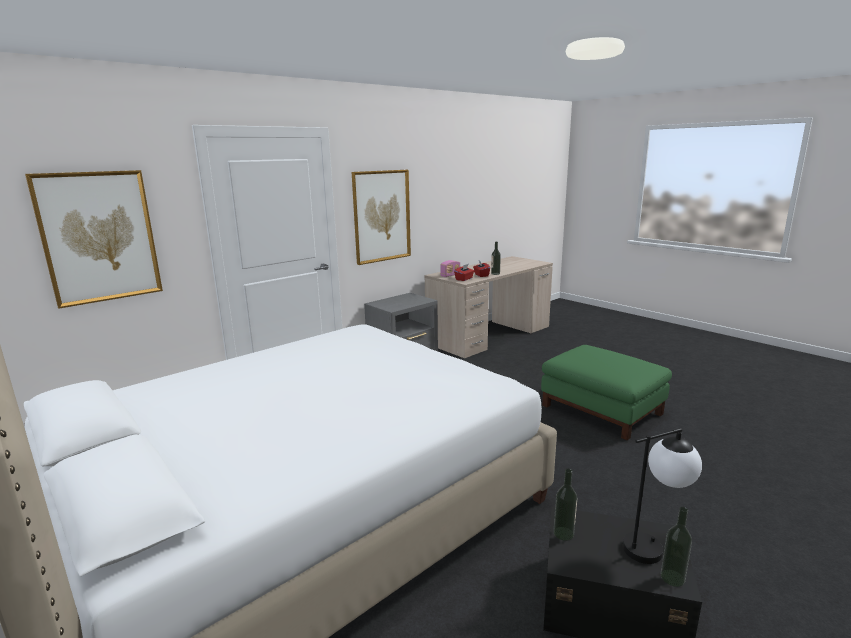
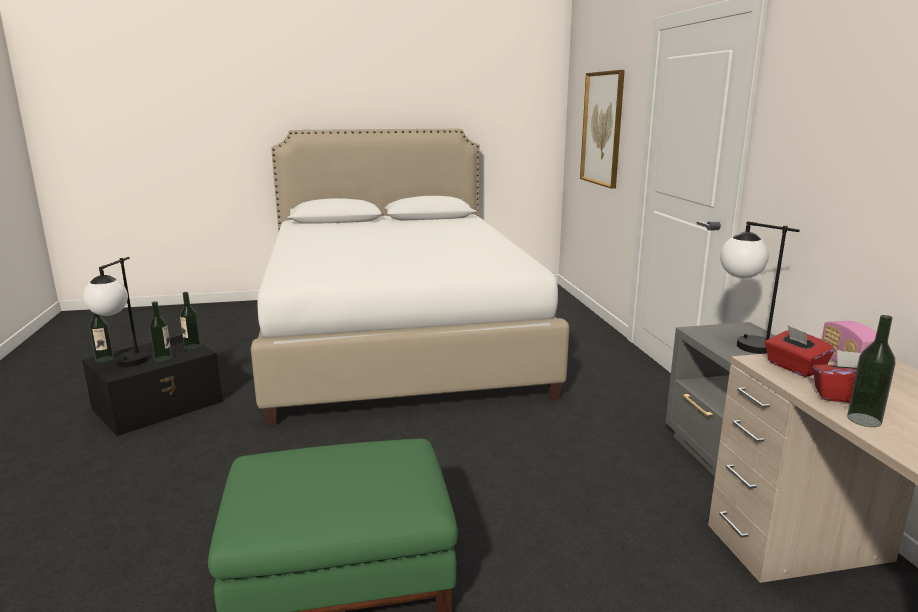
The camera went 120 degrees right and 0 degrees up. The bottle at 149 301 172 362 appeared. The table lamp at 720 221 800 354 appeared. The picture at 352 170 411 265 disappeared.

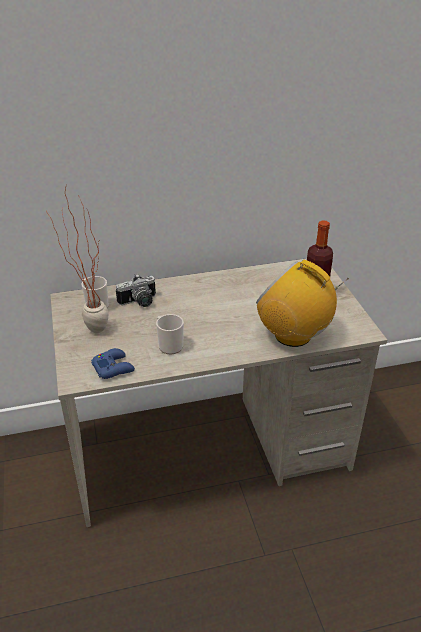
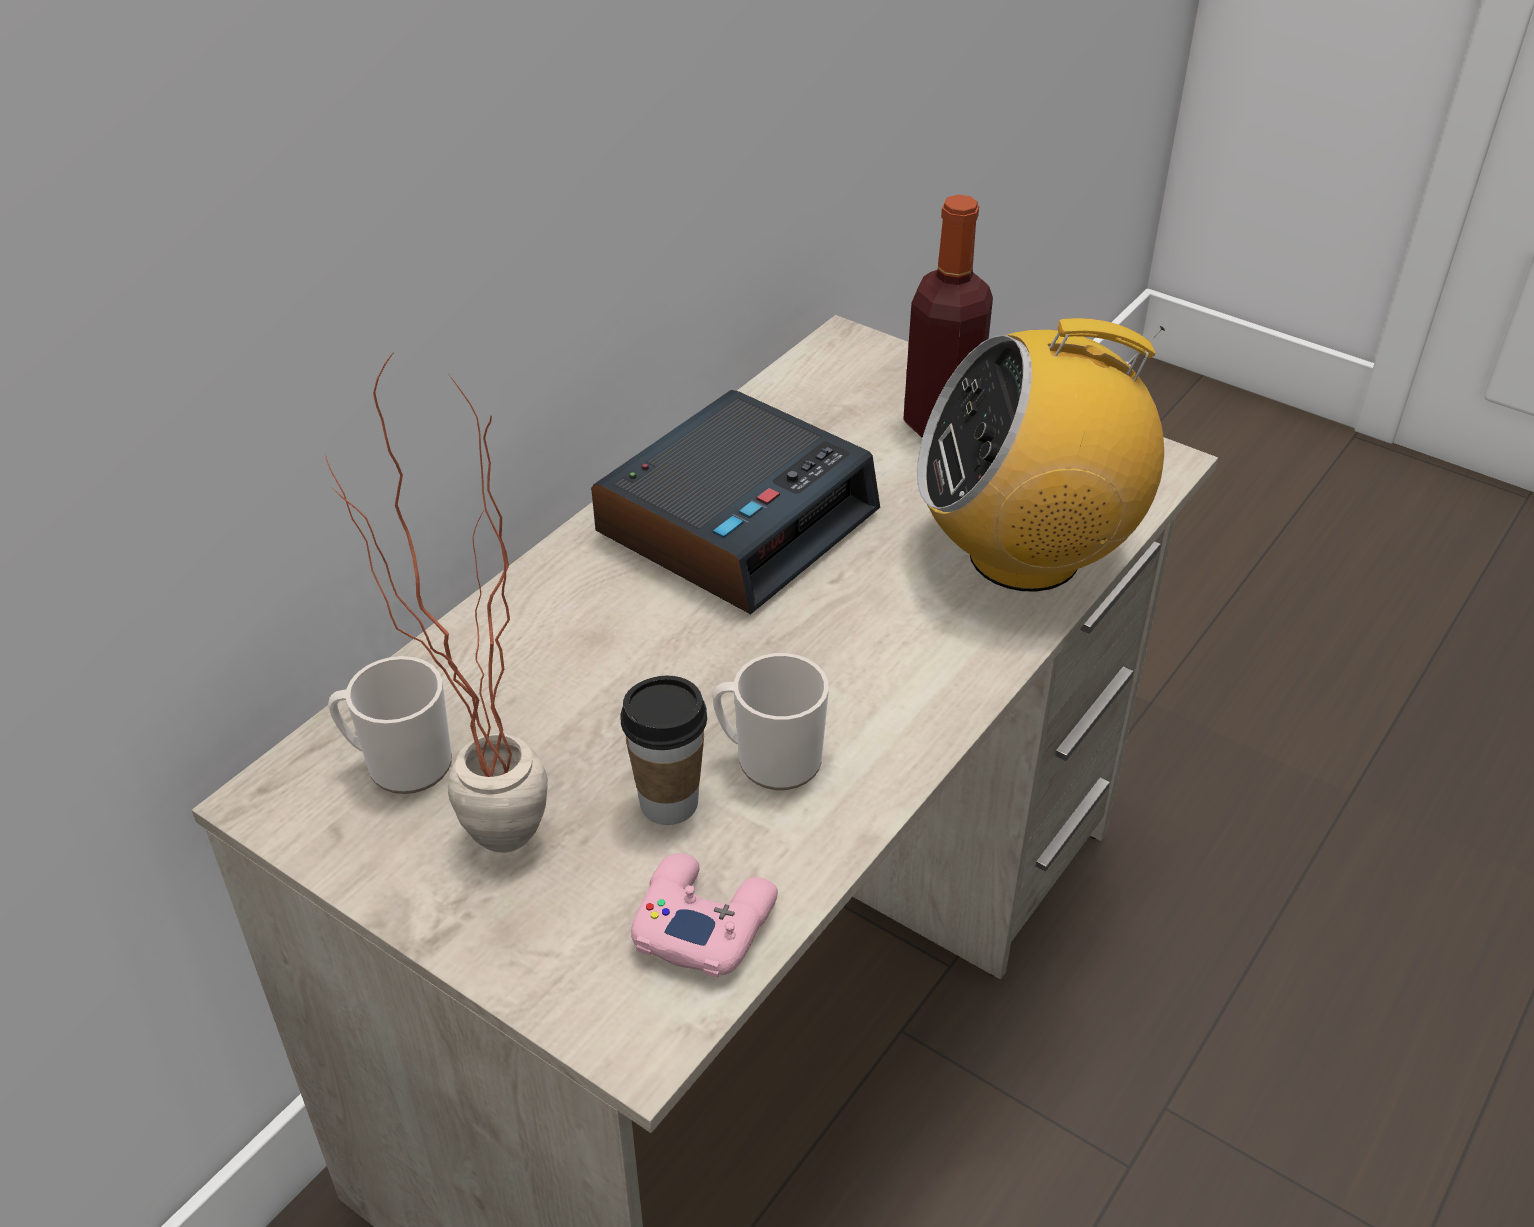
The camera went 40 degrees left and 5 degrees up. The alarm clock at 591 390 880 614 appeared. The cup at 621 676 707 825 appeared. The blue game controller at 91 348 135 379 became the pink game controller at 631 853 778 978. The photo camera at 116 274 156 307 disappeared.

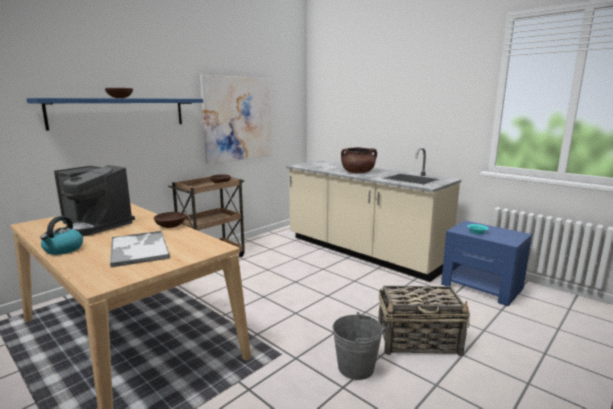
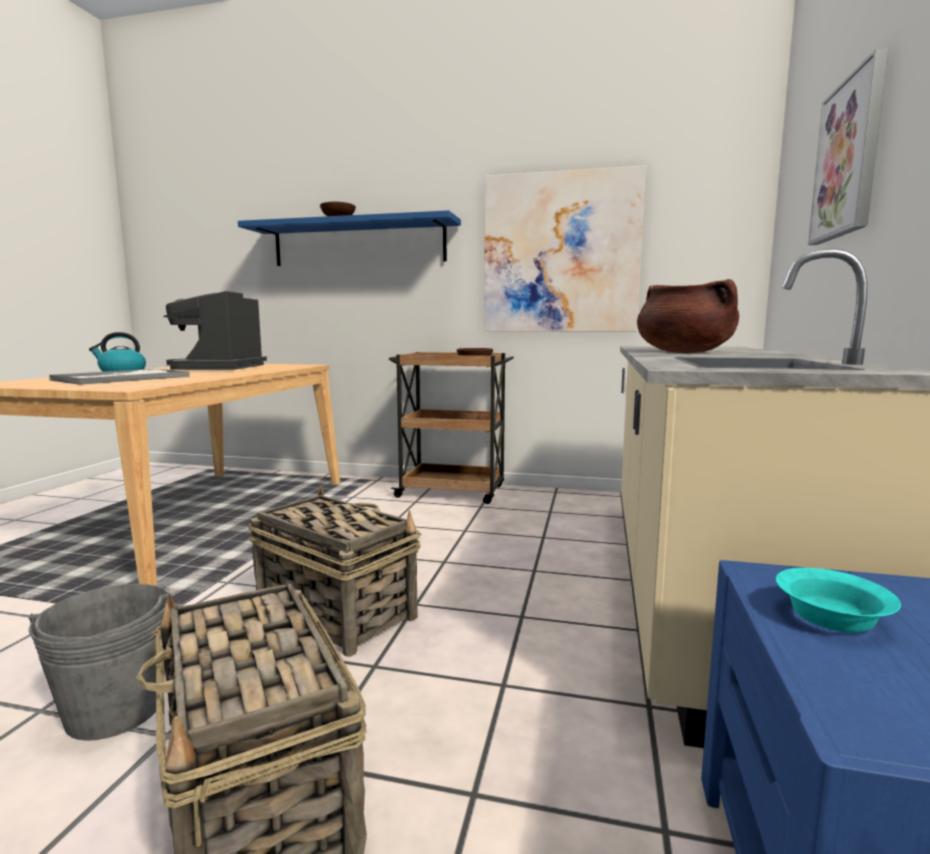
The camera went 60 degrees right and 5 degrees down. The basket at 248 485 421 657 appeared. The picture at 808 48 888 245 appeared. The brown bowl at 154 212 186 228 disappeared.

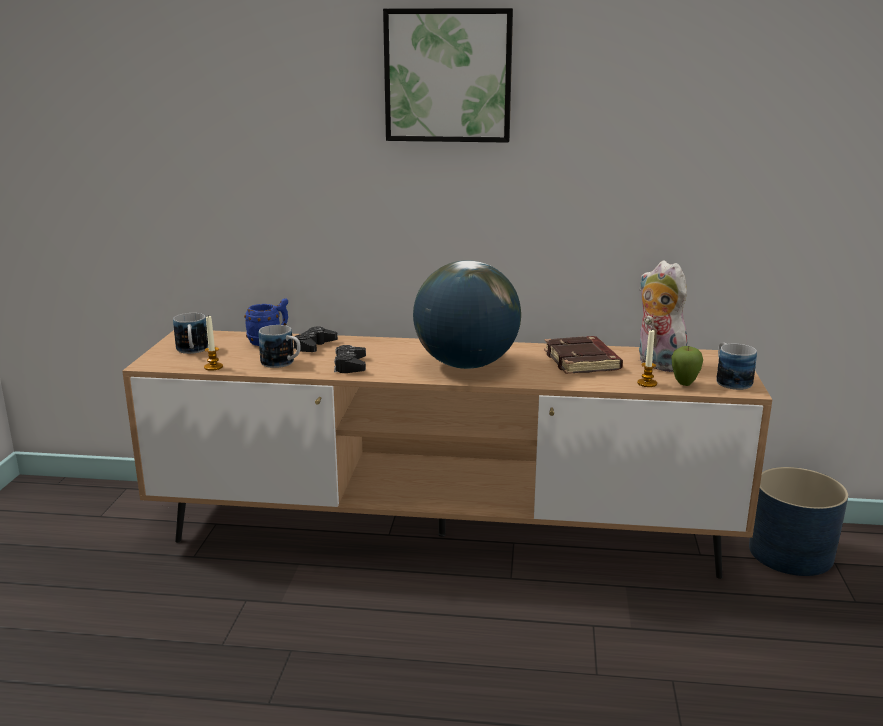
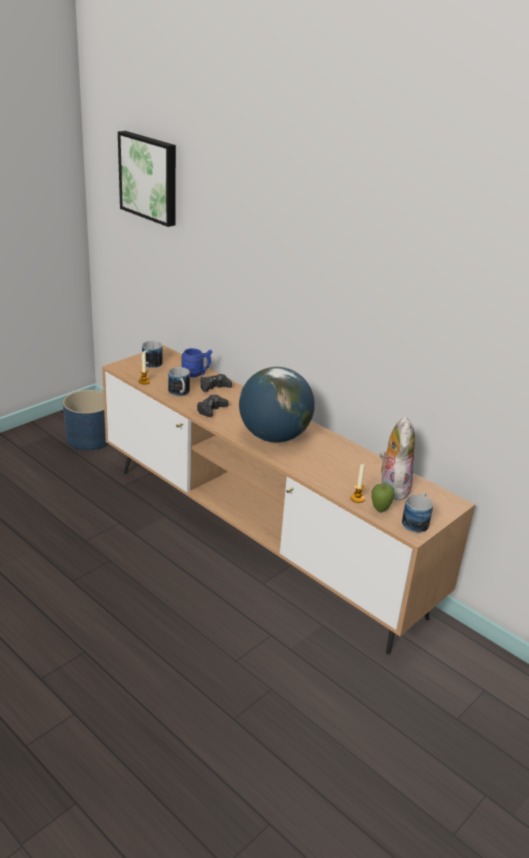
The camera went 35 degrees right and 10 degrees up. The blue planter moved from 749 467 848 576 to 63 390 109 450. The picture moved from 383 8 513 143 to 118 131 176 227. The brown book at 544 336 623 374 disappeared.

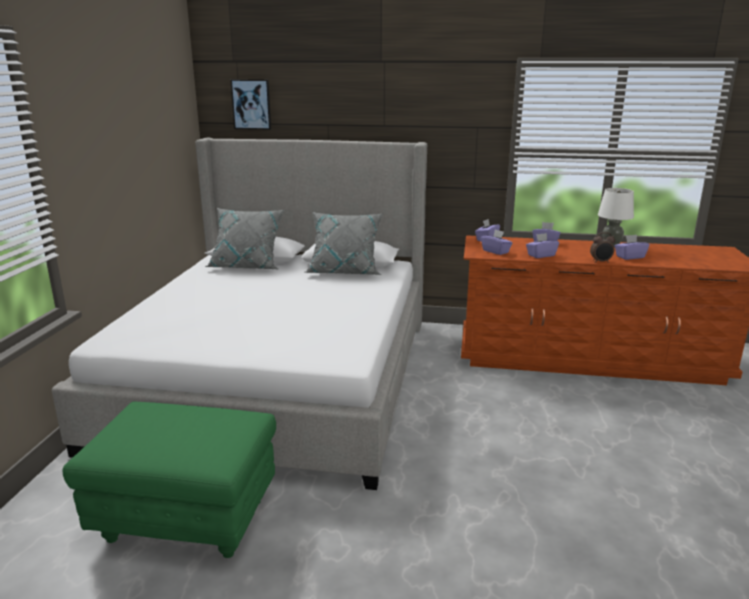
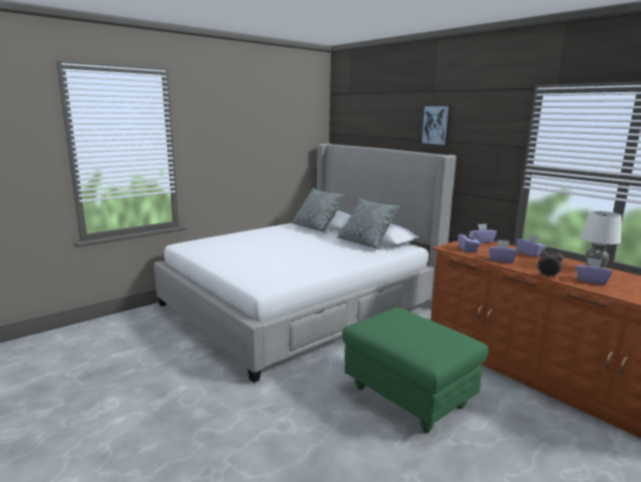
The camera went 40 degrees right and 5 degrees down. The green ottoman moved from 62 402 276 558 to 342 307 488 433. The picture moved from 230 79 271 130 to 420 105 451 146.

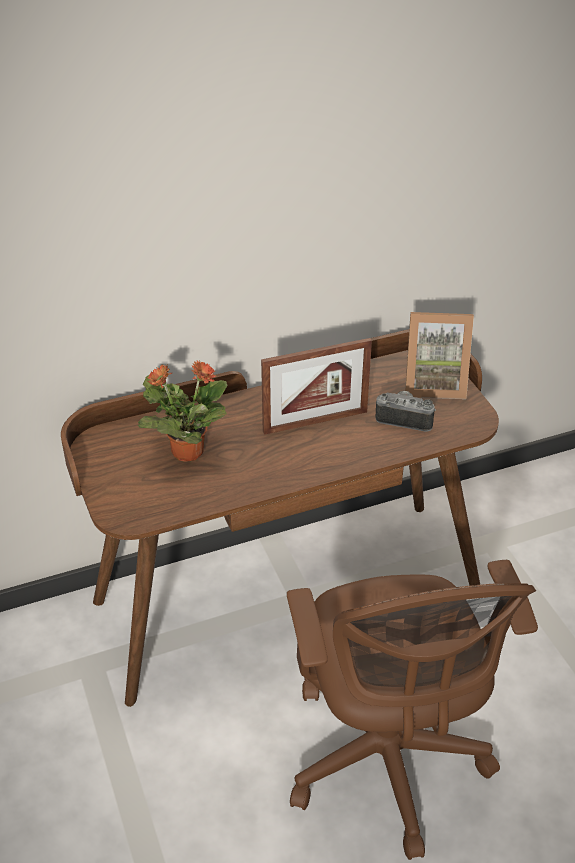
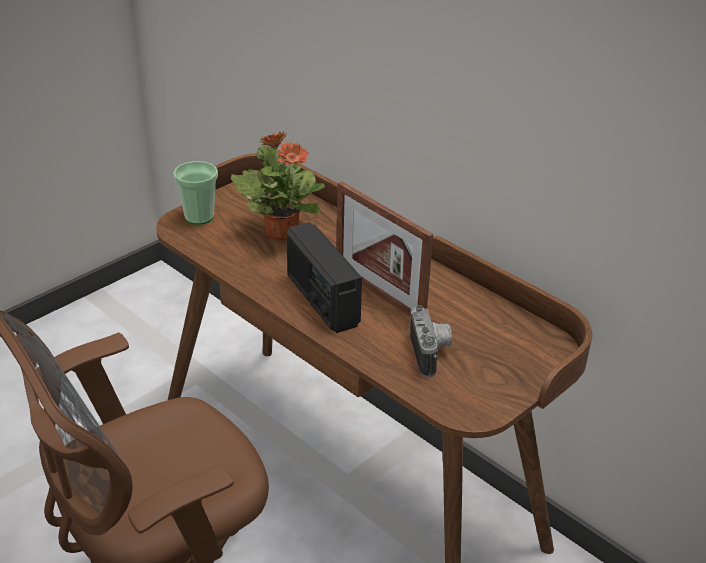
The camera went 65 degrees right and 5 degrees down. The cup at 173 161 218 225 appeared. The radio at 287 222 362 333 appeared. The picture frame at 405 312 474 399 disappeared.

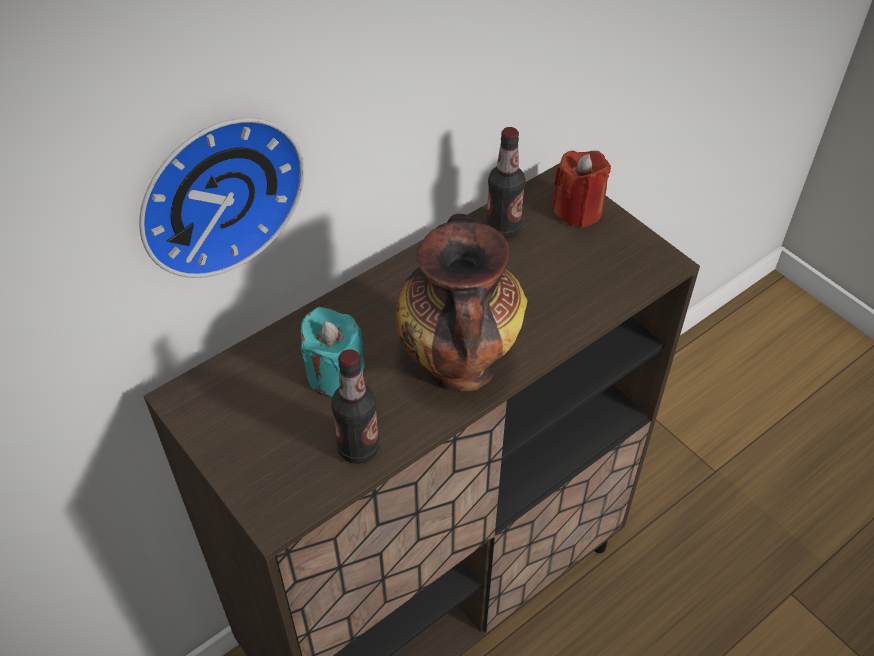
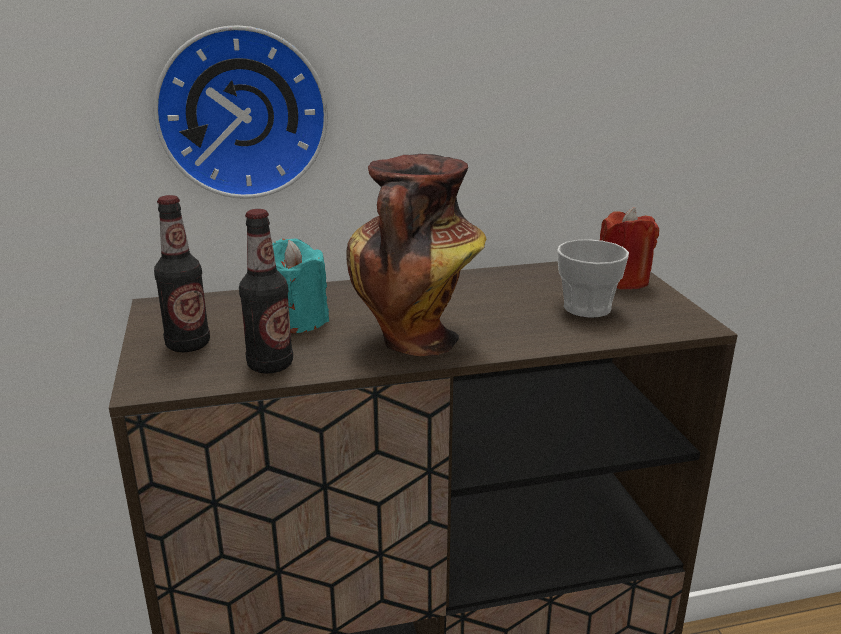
The camera went 25 degrees right and 25 degrees down. The bottle moved from 486 127 526 239 to 154 195 210 352. The cup at 557 239 629 318 appeared.

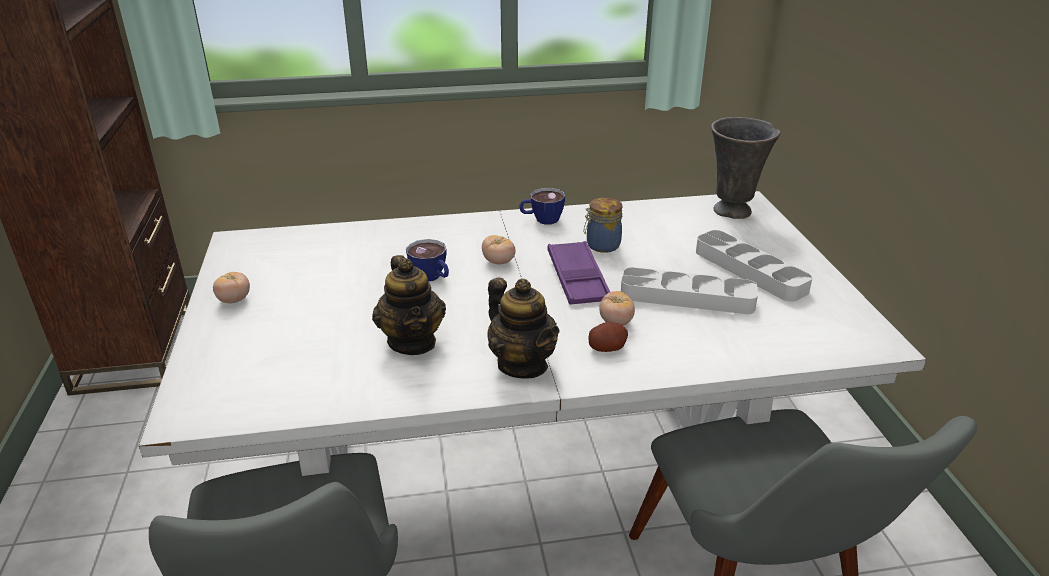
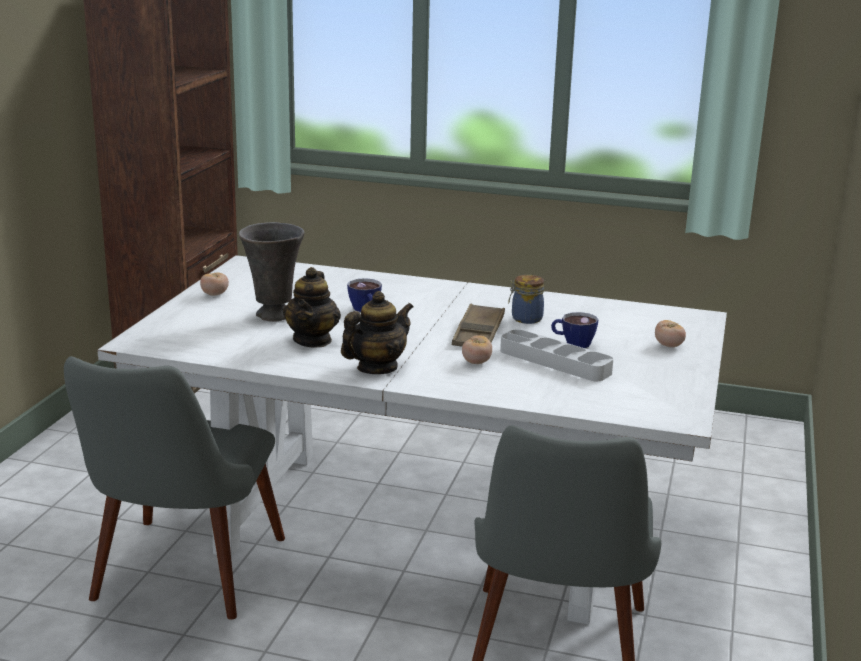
The camera went 25 degrees right and 10 degrees down. The grey vase moved from 711 117 781 219 to 239 222 305 322. The teapot at 487 277 559 379 turned 120 degrees counterclockwise. The purple tray at 548 241 610 305 became the brown tray at 452 304 505 346. The cup moved from 519 188 565 225 to 551 312 598 348. The tomato moved from 482 235 516 264 to 655 320 686 347. The potato at 588 322 628 352 disappeared. The grey tray at 696 230 812 302 disappeared.

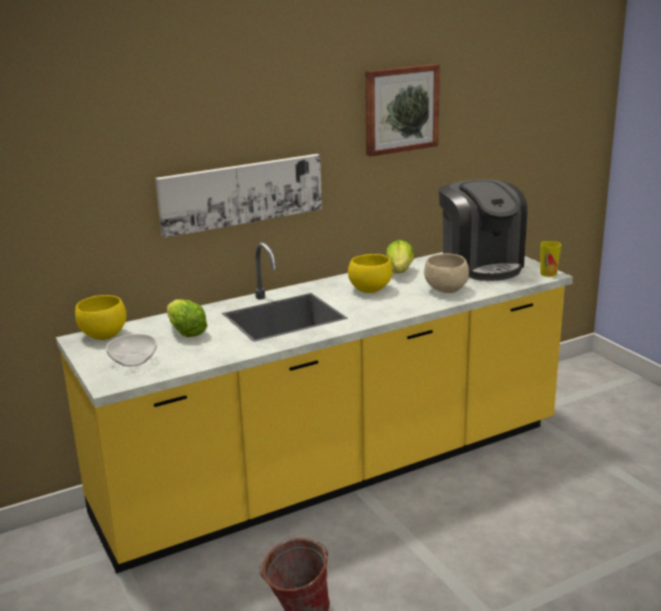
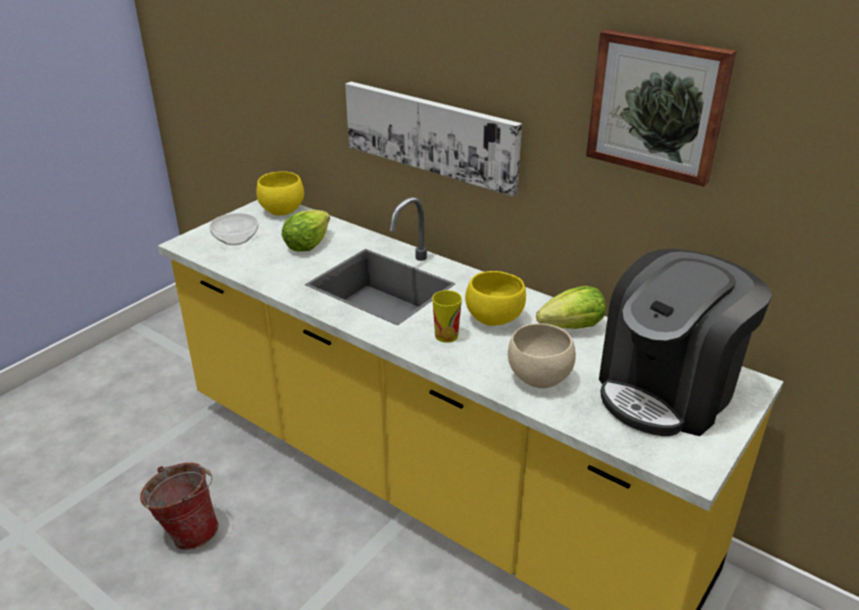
The camera went 65 degrees right and 10 degrees up. The cup moved from 540 241 561 277 to 432 290 462 343.

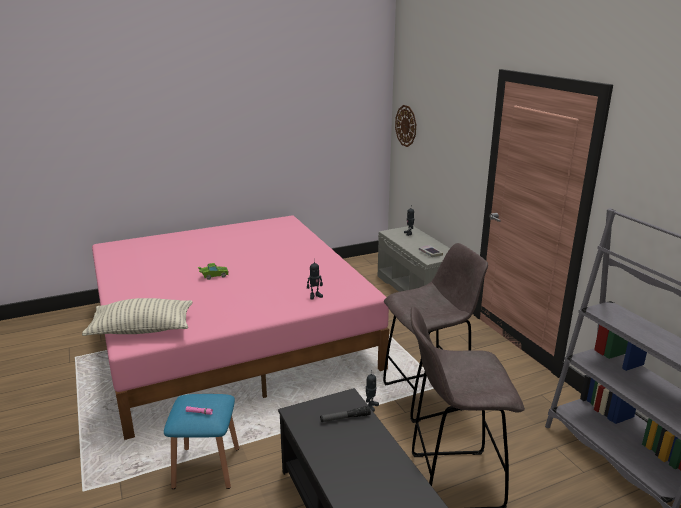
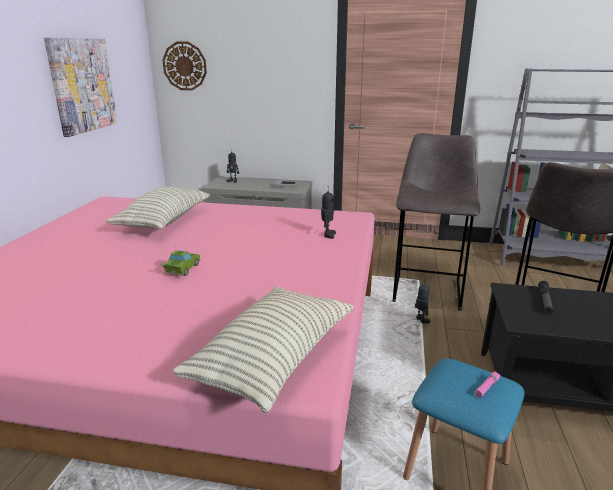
The camera went 55 degrees left and 0 degrees up. The picture at 44 38 118 137 appeared. The pillow at 106 187 210 230 appeared.

